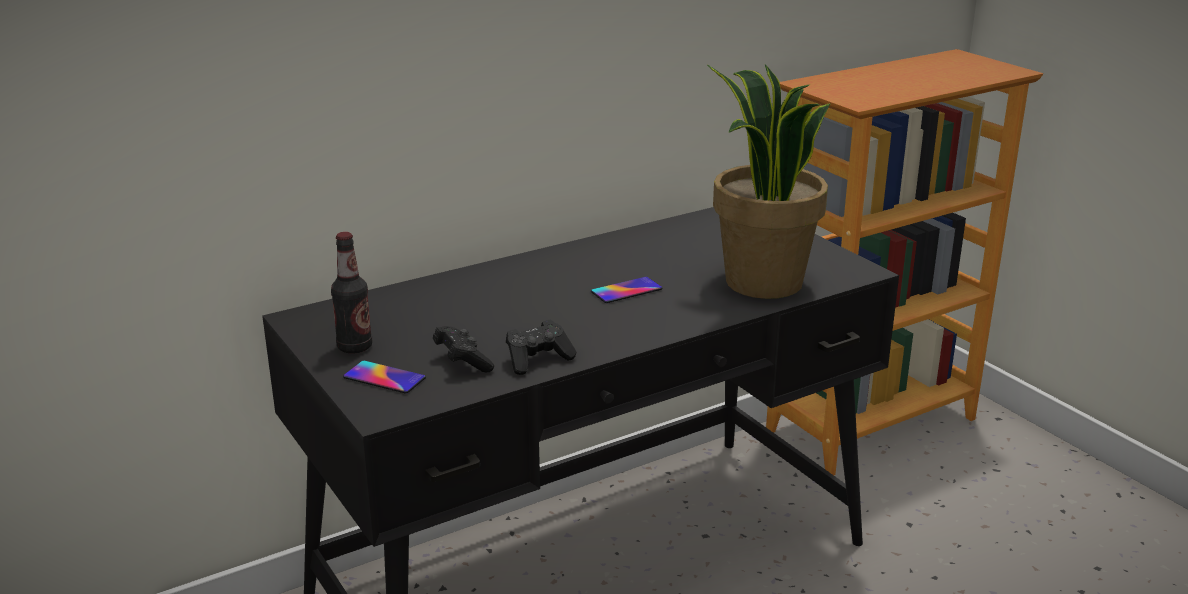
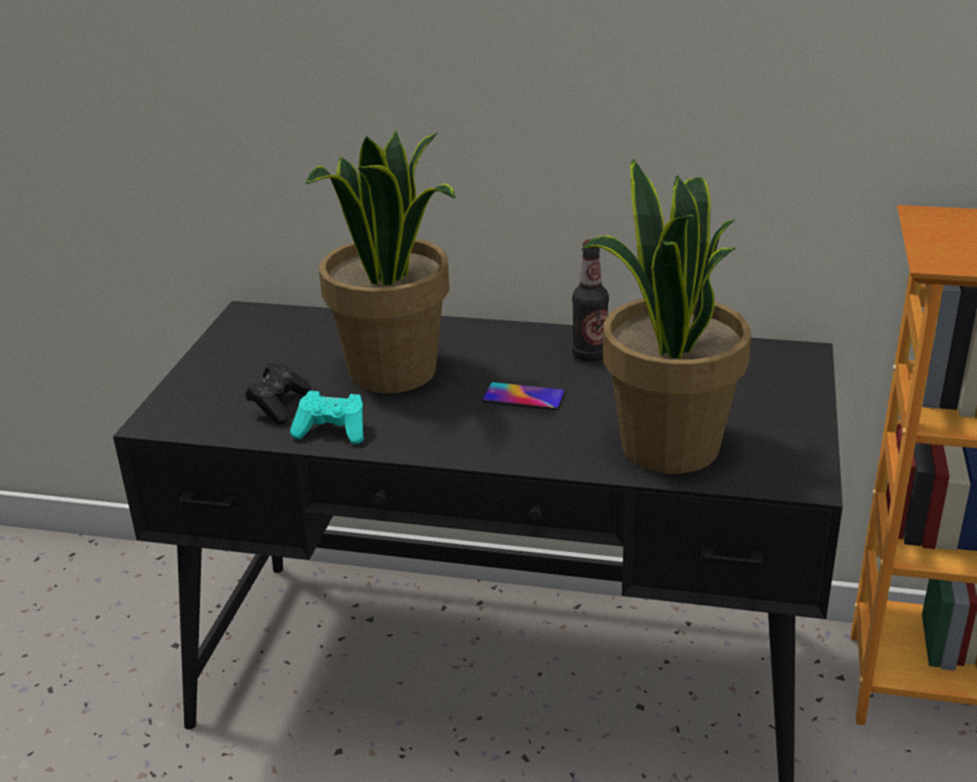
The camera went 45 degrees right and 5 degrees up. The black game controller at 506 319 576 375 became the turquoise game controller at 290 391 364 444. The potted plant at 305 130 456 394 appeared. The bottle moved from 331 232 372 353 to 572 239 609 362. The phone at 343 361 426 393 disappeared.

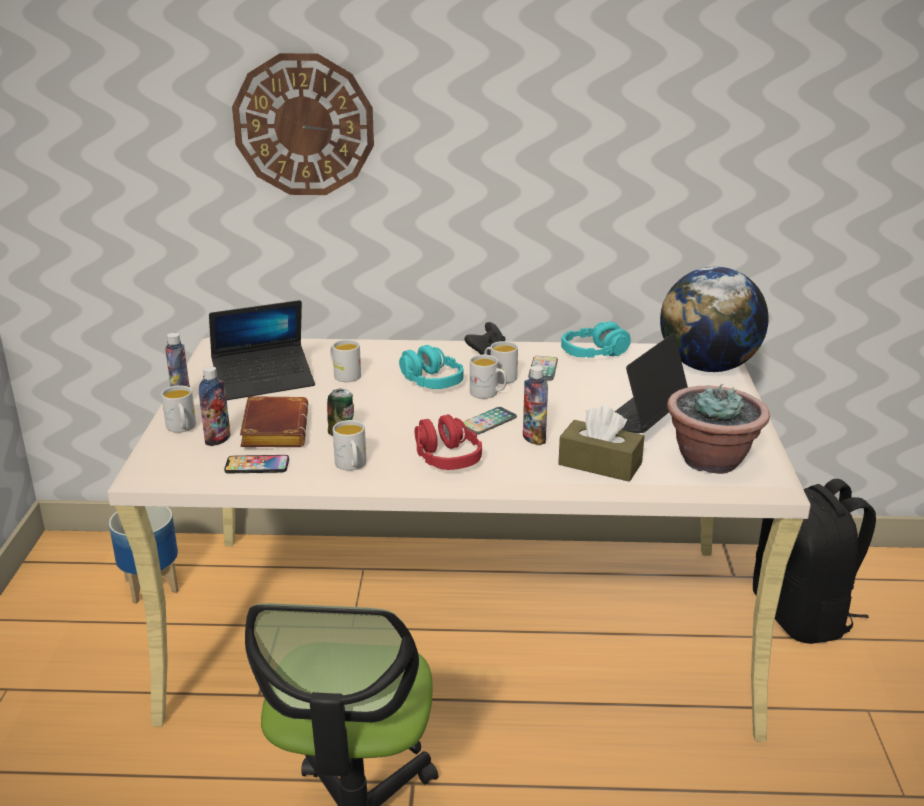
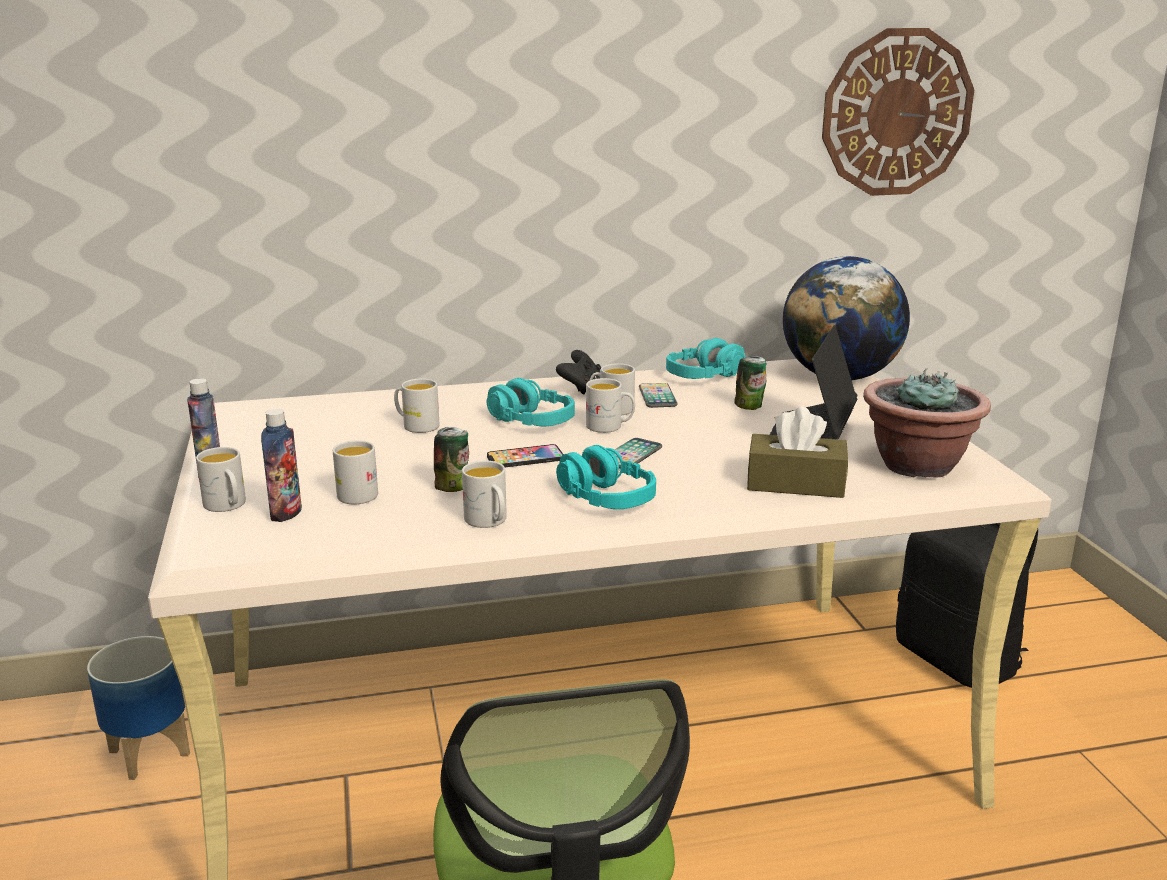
The camera went 15 degrees left and 5 degrees down. The brown book at 240 396 308 447 was replaced by the white mug at 333 440 378 504. The phone moved from 224 455 289 473 to 487 444 563 467. The red headphones at 414 414 482 470 became the turquoise headphones at 556 445 656 509. The can at 734 356 766 410 appeared. The wall clock moved from 232 53 374 195 to 822 28 974 196. The laptop at 209 300 315 400 disappeared. The bottle at 523 365 548 445 disappeared.

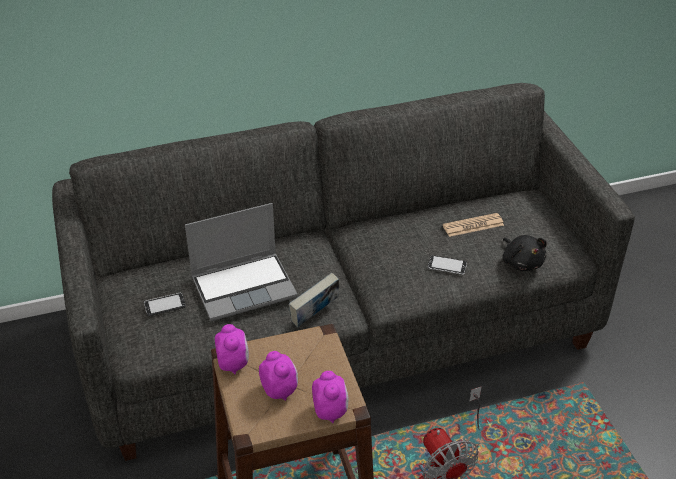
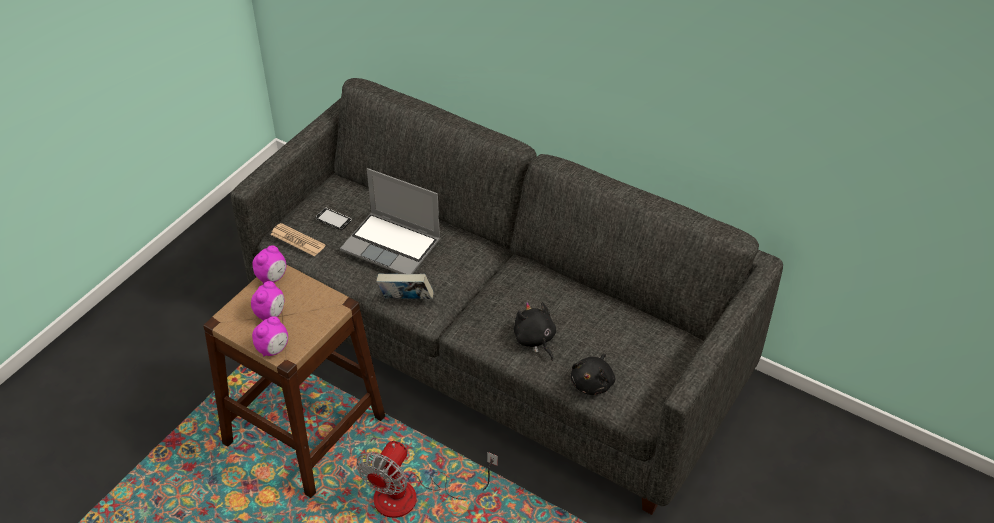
The camera went 50 degrees right and 5 degrees up. The newspaper moved from 443 213 504 237 to 270 223 325 256. The phone at 428 255 467 275 was replaced by the black plush toy at 514 302 556 361.

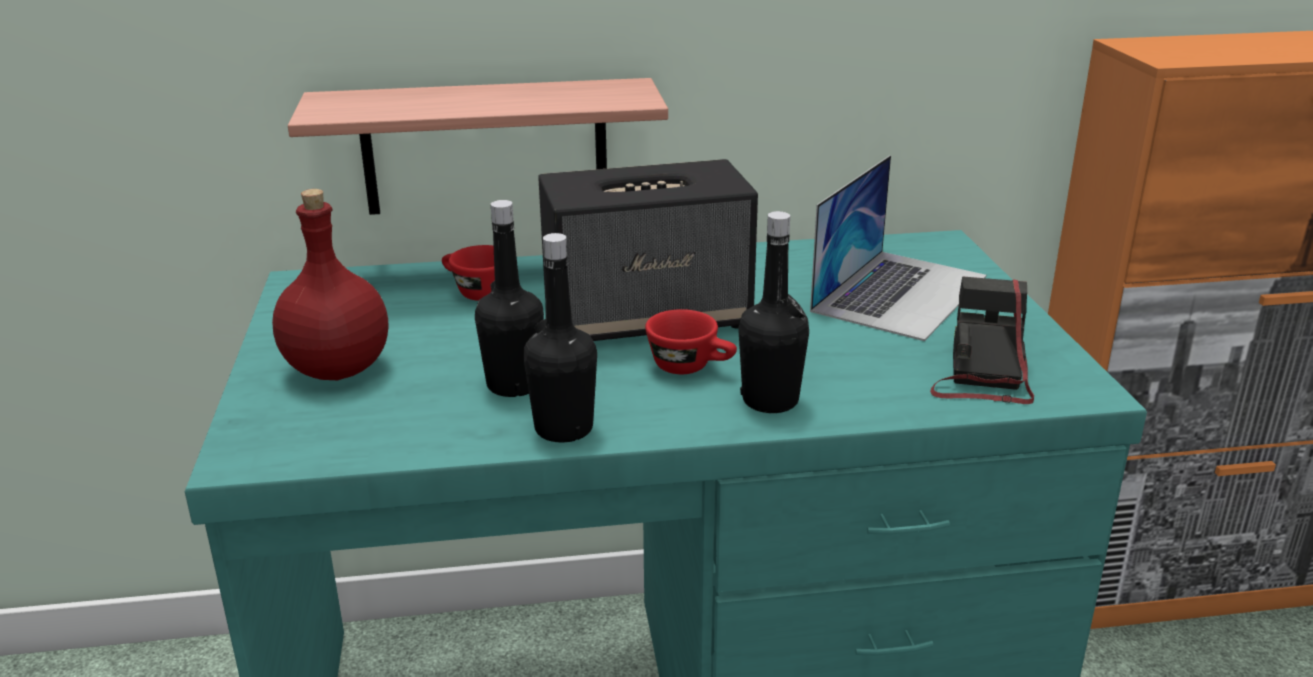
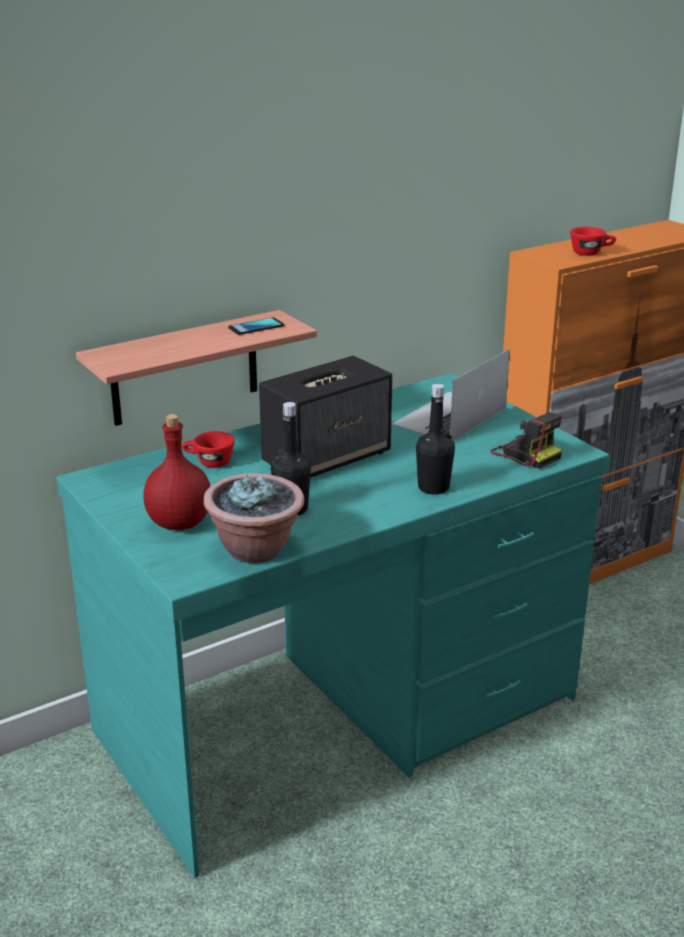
The camera went 25 degrees left and 0 degrees up. The potted plant at 203 473 305 563 appeared. The phone at 228 318 284 335 appeared. The laptop at 810 155 987 341 turned 150 degrees counterclockwise. The photo camera at 930 276 1034 404 turned 150 degrees clockwise. The red cup moved from 645 309 737 374 to 570 227 616 256. The black bottle at 523 233 597 443 disappeared.

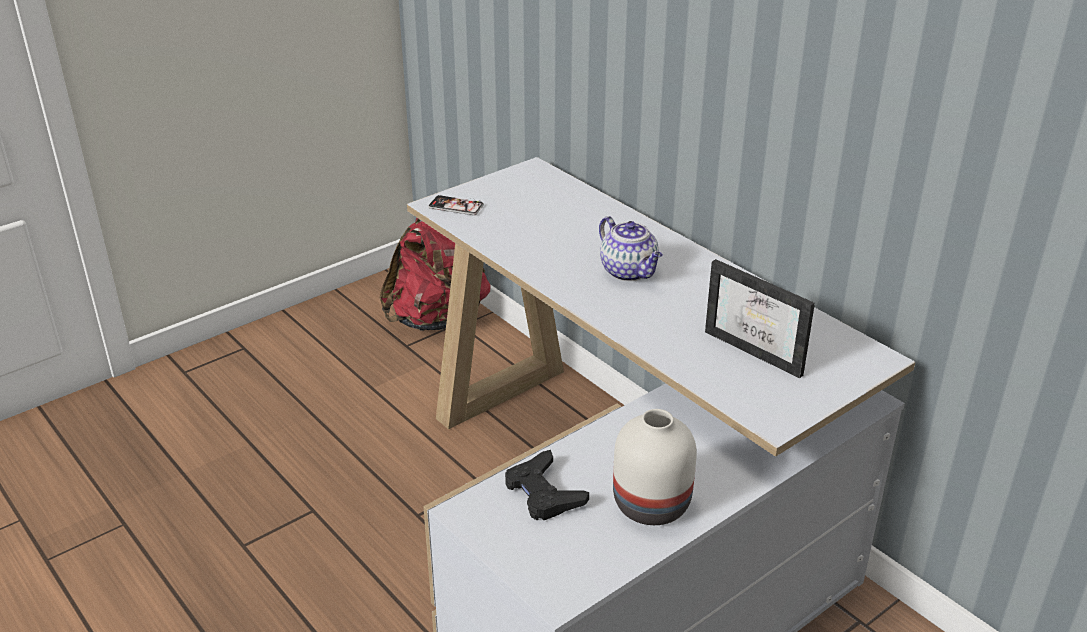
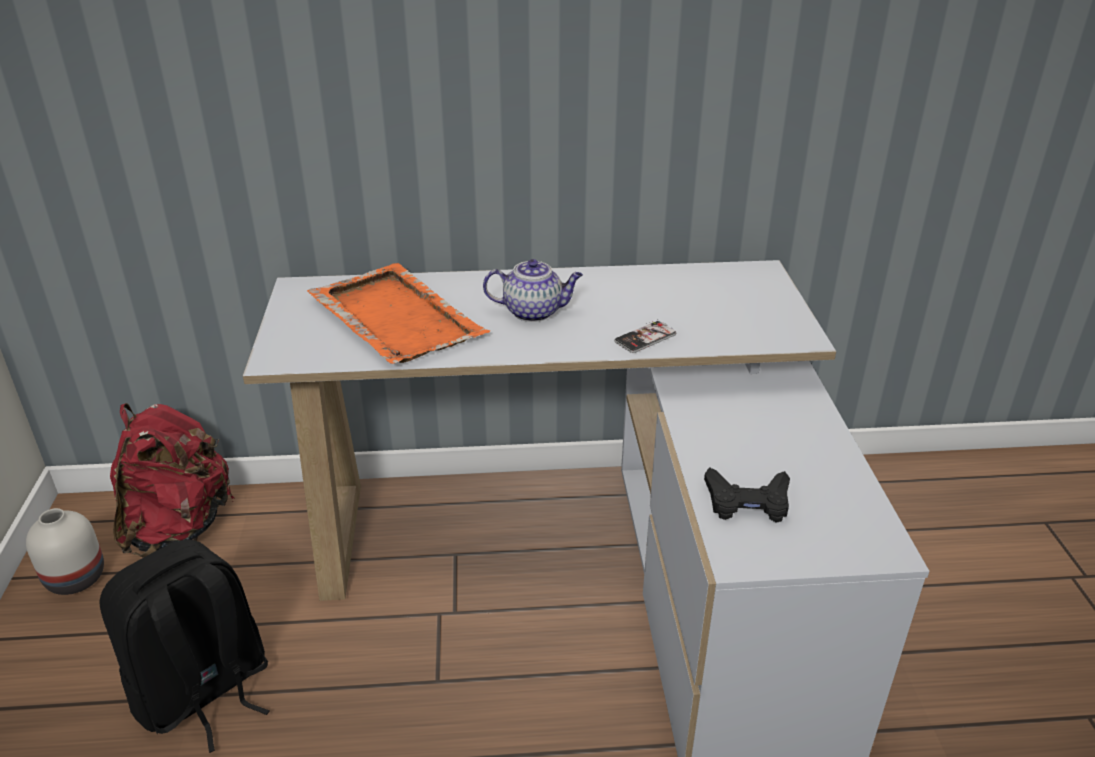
The camera went 55 degrees left and 0 degrees up. The white vase moved from 613 409 697 525 to 26 508 104 595. The black backpack at 99 540 270 753 appeared. The orange tray at 307 263 490 364 appeared. The phone moved from 428 195 484 215 to 614 319 676 353. The picture frame at 705 259 815 378 disappeared.

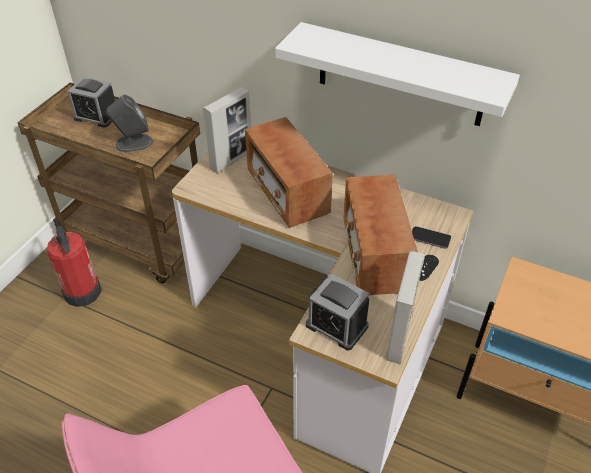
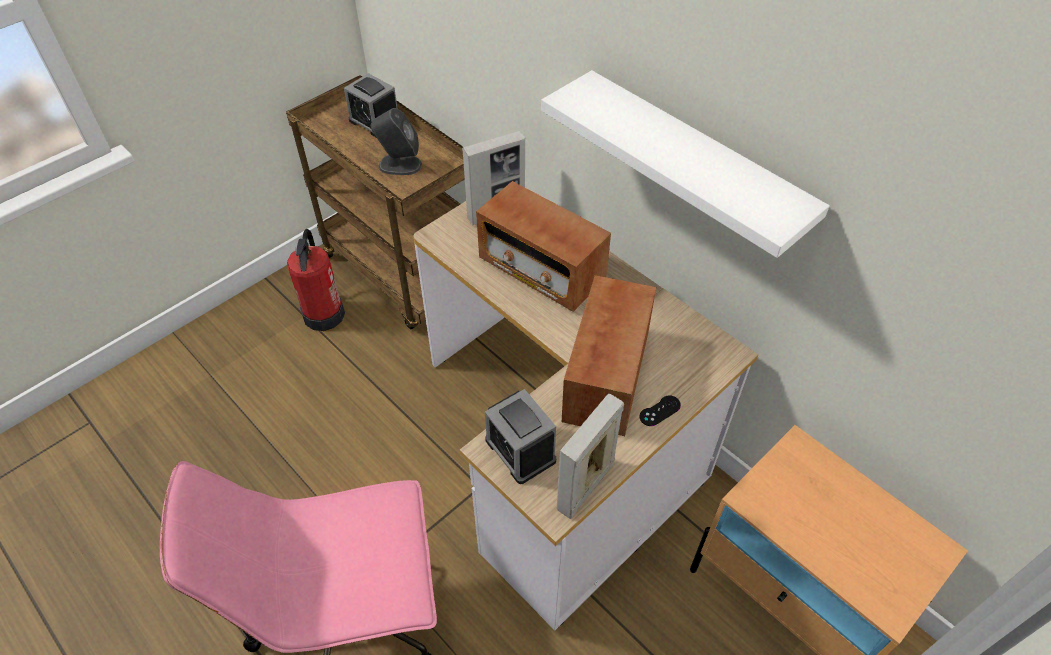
The camera went 20 degrees right and 5 degrees up. The radio at 245 117 333 228 turned 45 degrees counterclockwise. The phone at 412 226 451 249 disappeared.

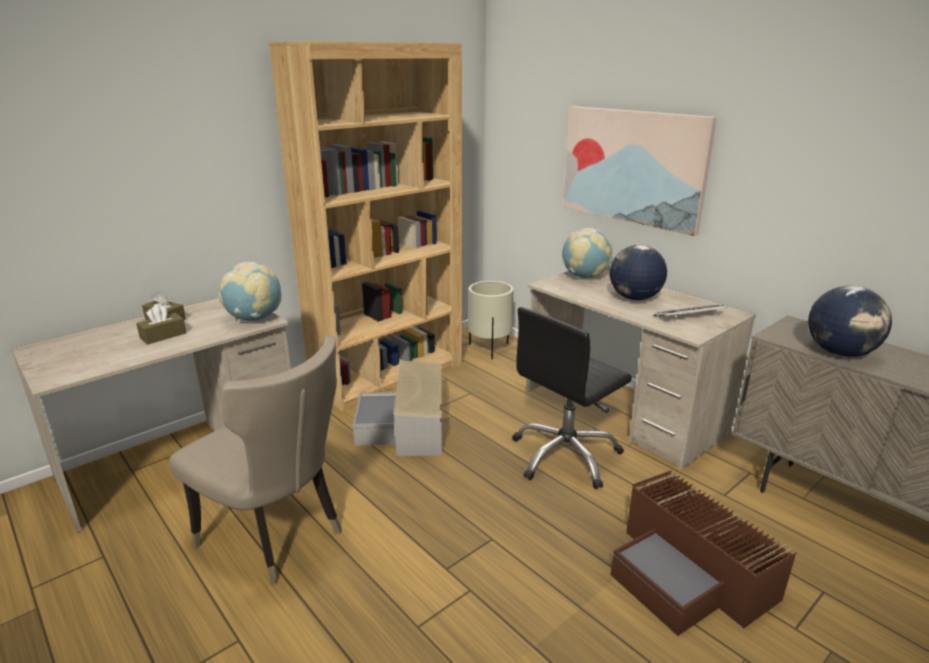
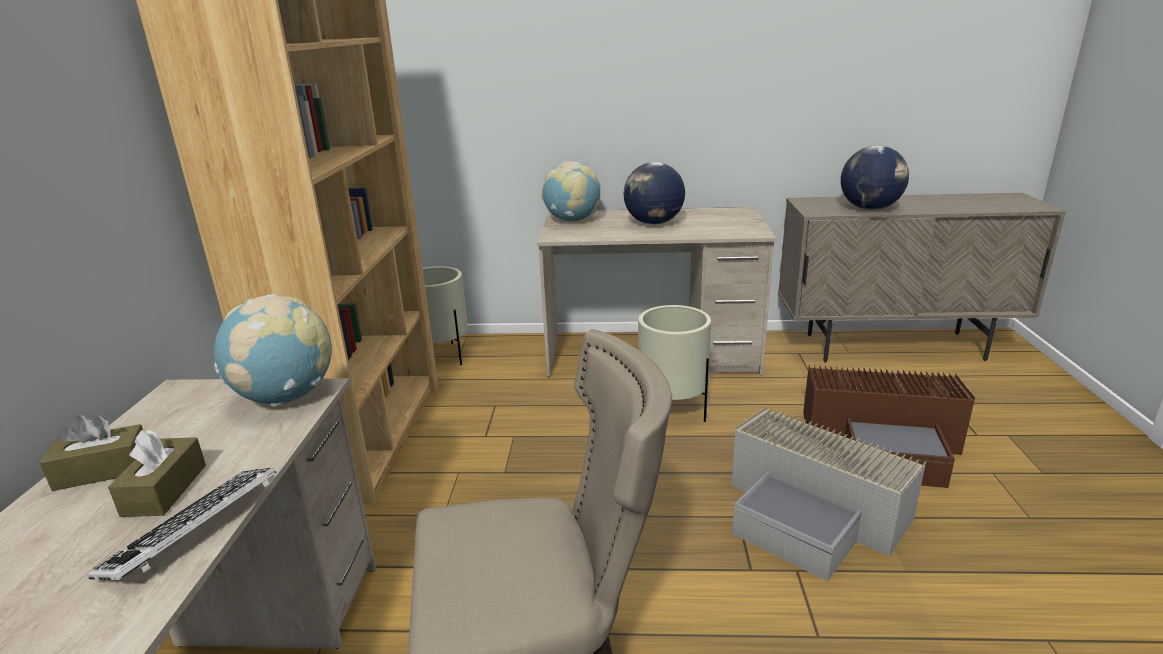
The camera went 45 degrees left and 0 degrees up. The keyboard moved from 654 305 728 318 to 87 468 277 580. The black office chair at 512 307 632 489 was replaced by the beige planter at 638 305 711 422. The grey storage box moved from 353 360 442 456 to 732 406 926 581. The picture at 563 106 717 236 disappeared.

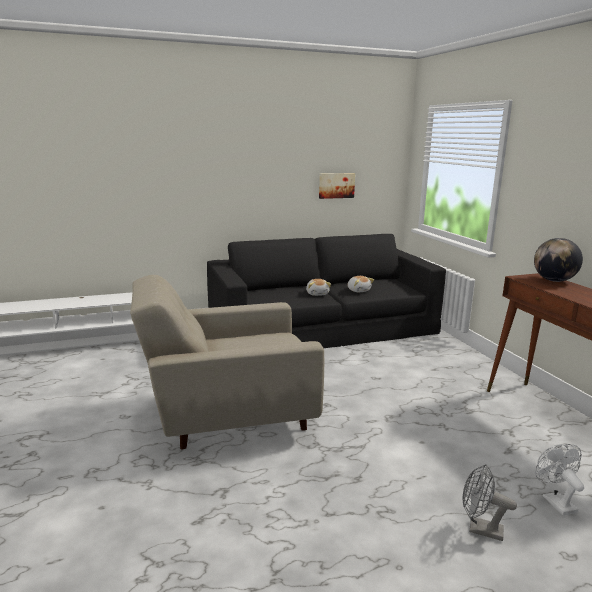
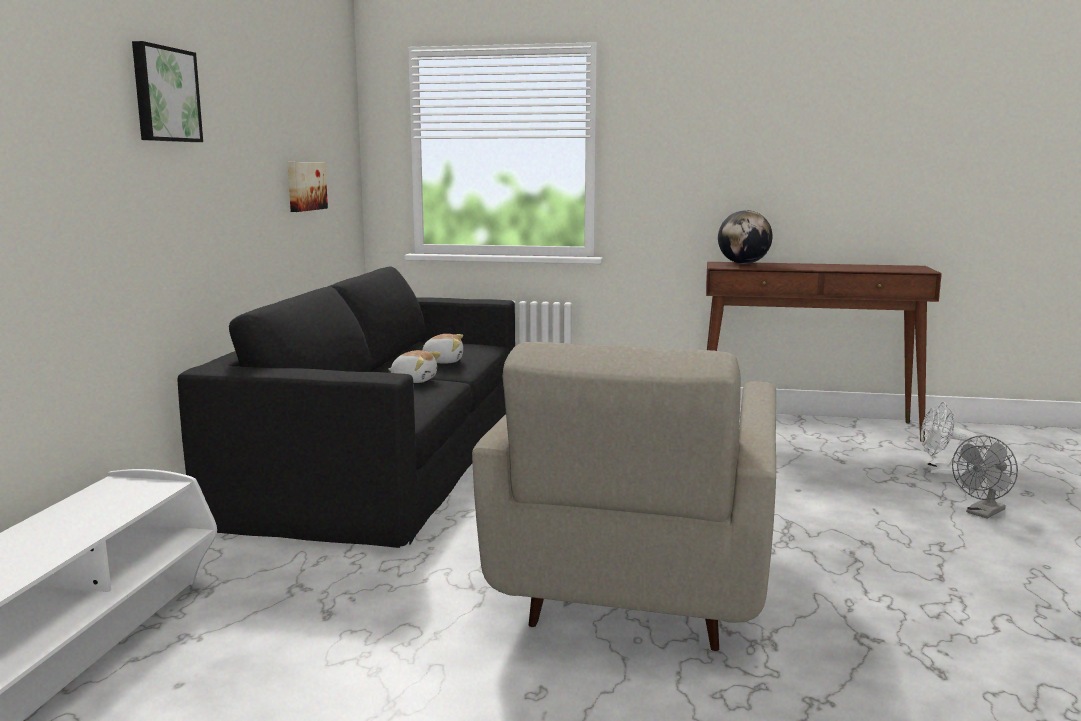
The camera went 60 degrees left and 5 degrees down. The picture at 132 41 203 142 appeared.

